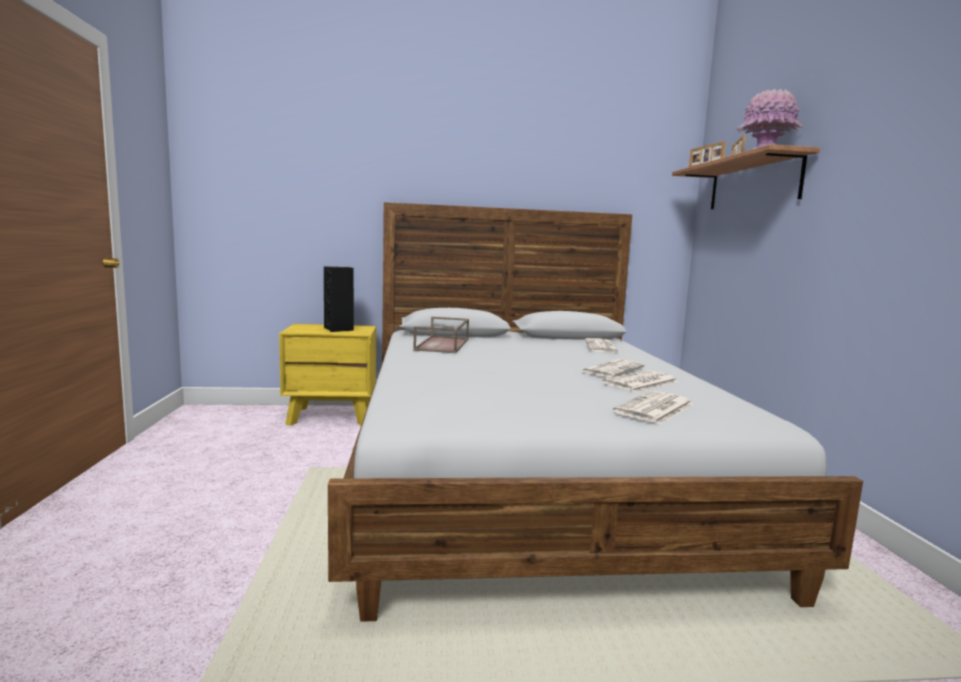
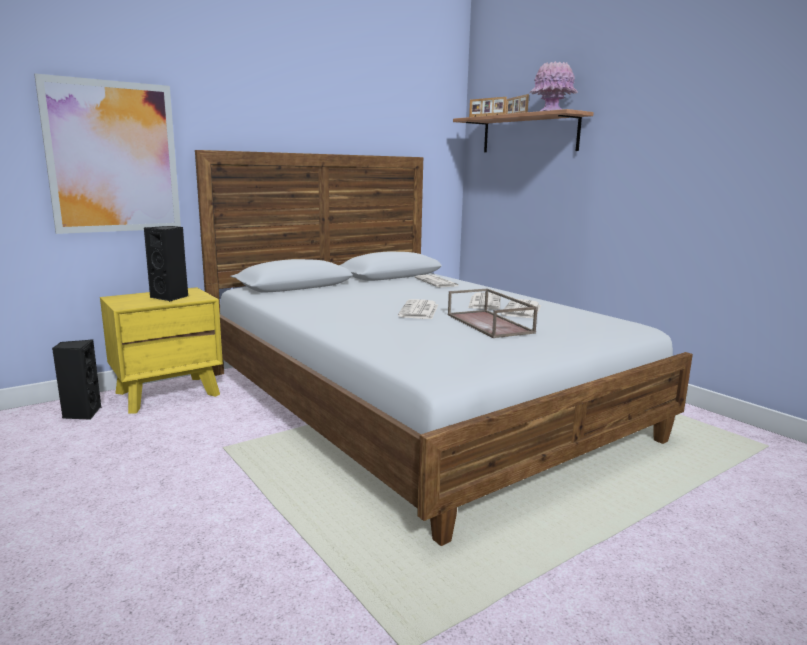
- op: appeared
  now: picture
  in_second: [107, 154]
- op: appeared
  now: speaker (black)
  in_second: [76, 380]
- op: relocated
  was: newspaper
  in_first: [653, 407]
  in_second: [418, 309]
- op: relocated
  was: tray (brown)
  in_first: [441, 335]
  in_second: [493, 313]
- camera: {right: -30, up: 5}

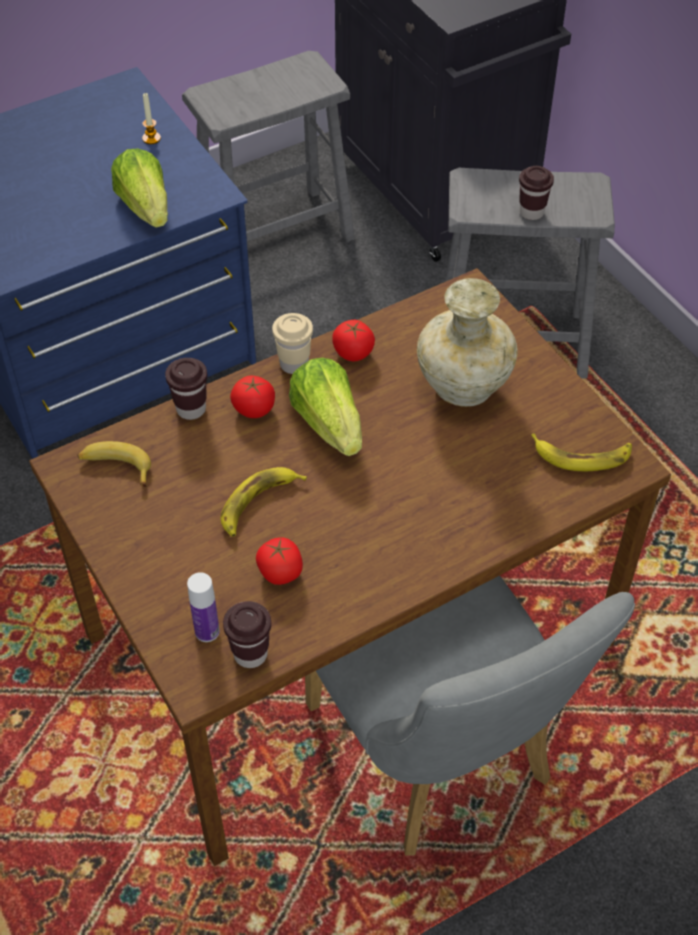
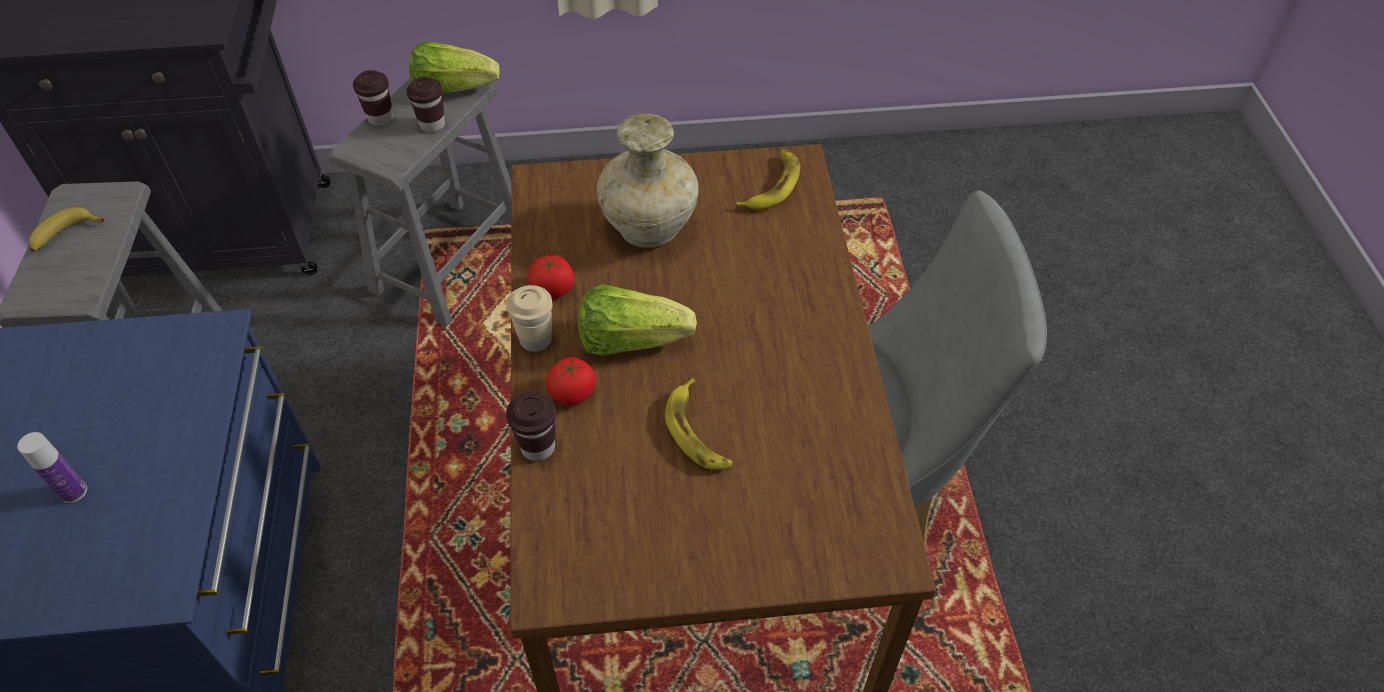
- op: relocated
  was: bottle
  in_first: [203, 607]
  in_second: [52, 467]
- op: relocated
  was: banana
  in_first: [114, 464]
  in_second: [67, 229]
- op: relocated
  was: cup (brown)
  in_first: [247, 634]
  in_second: [373, 98]
- op: relocated
  was: lettuce
  in_first: [139, 188]
  in_second: [454, 67]
- op: missing
  was: candle
  in_first: [151, 118]
- op: missing
  was: tomato
  in_first: [279, 561]
- camera: {right: -65, up: 0}

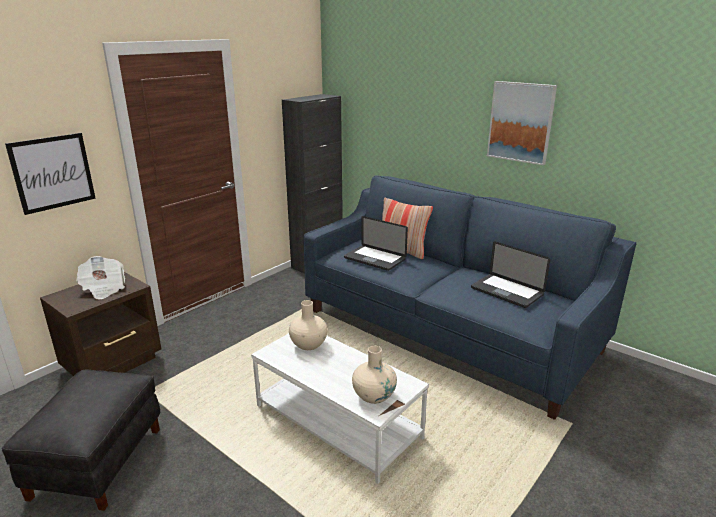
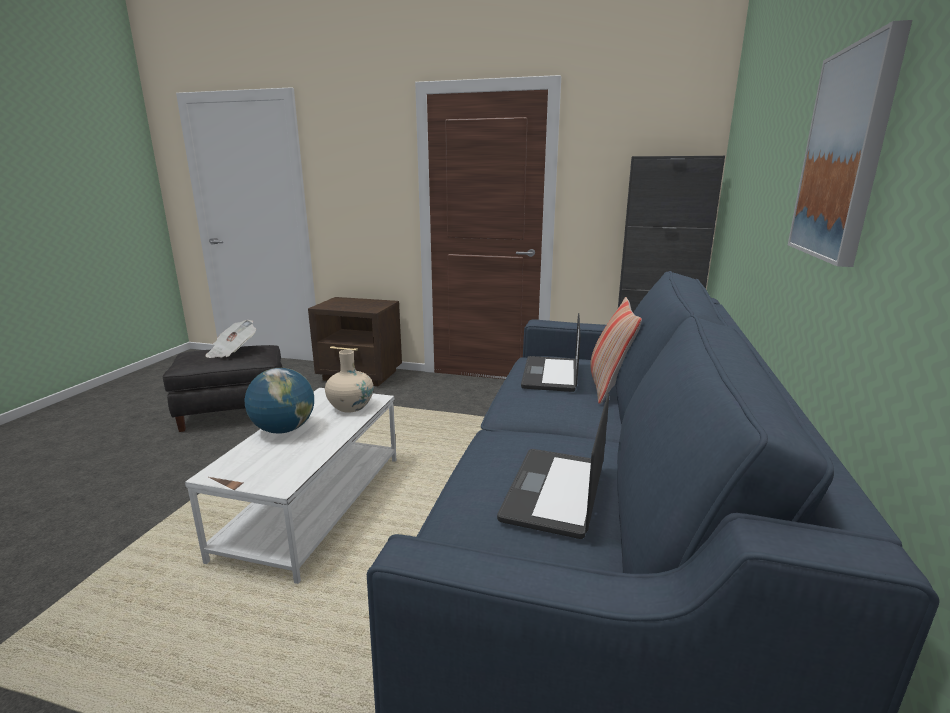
- op: relocated
  was: newspaper
  in_first: [100, 278]
  in_second: [230, 339]
- op: appeared
  now: globe
  in_second: [279, 400]
- op: missing
  was: picture
  in_first: [50, 174]
- op: missing
  was: vase (beige)
  in_first: [374, 375]
- camera: {right: 65, up: -5}

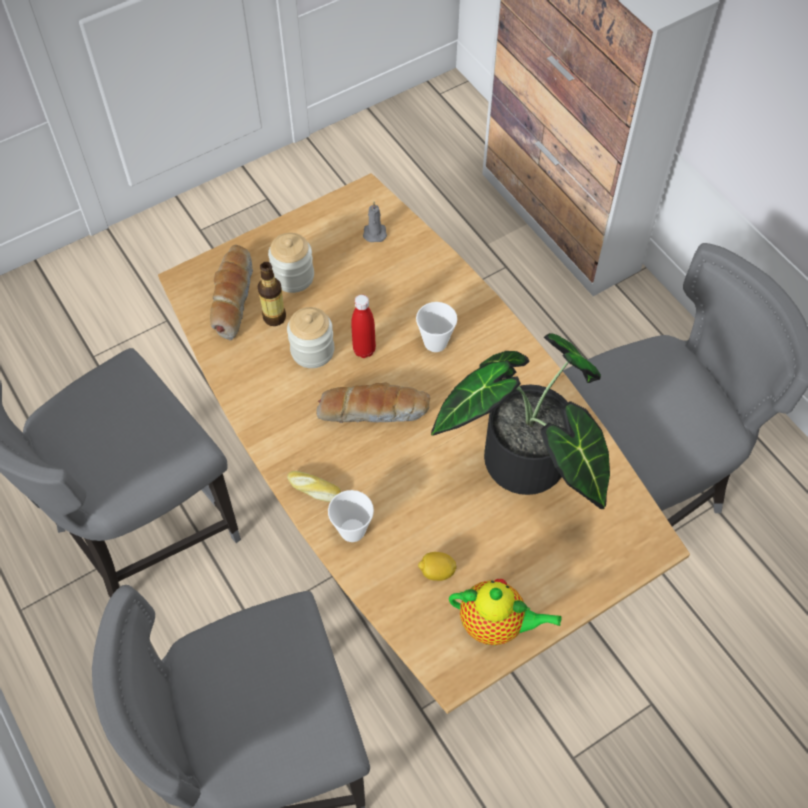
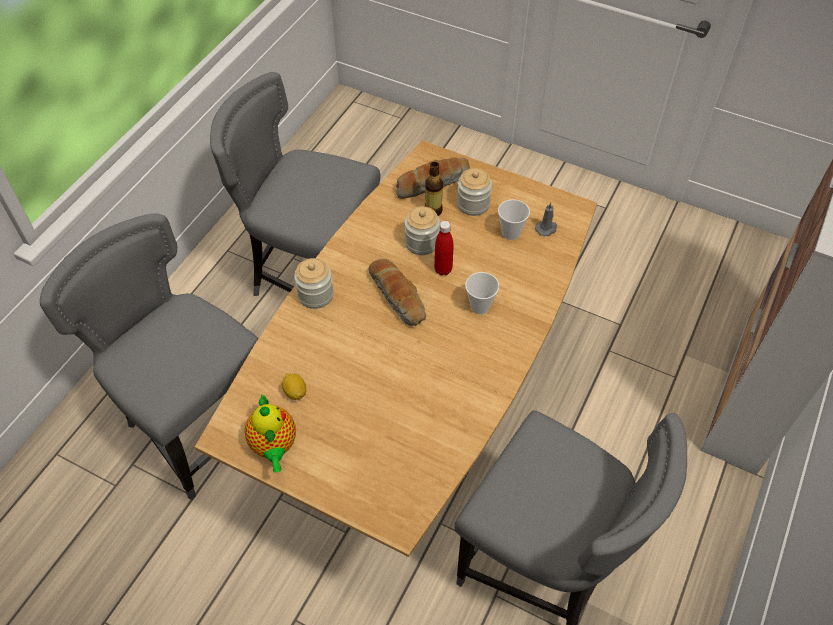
- op: exchanged
  was: bread
  now: jar
  in_first: [314, 486]
  in_second: [314, 283]
- op: relocated
  was: cup
  in_first: [351, 516]
  in_second: [514, 219]
- op: missing
  was: potted plant
  in_first: [520, 421]
- camera: {right: 60, up: -5}

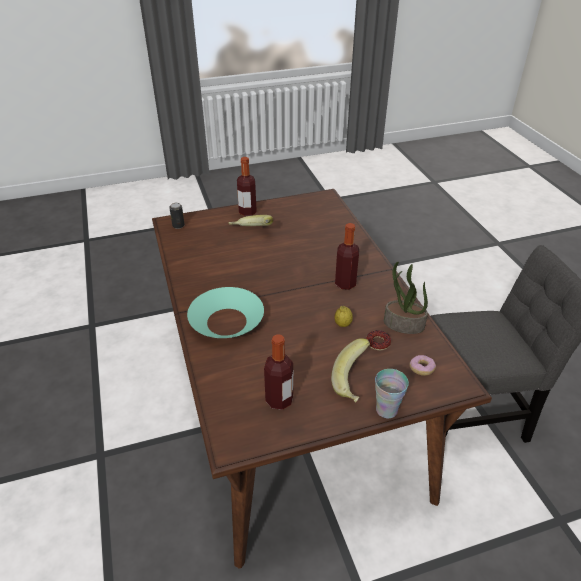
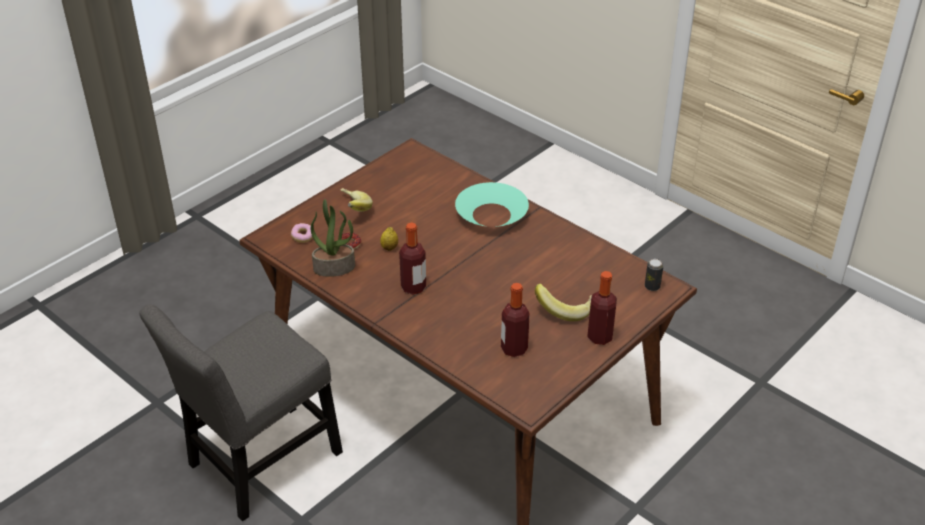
- op: relocated
  was: bottle
  in_first: [278, 372]
  in_second: [515, 320]
- op: missing
  was: cup
  in_first: [392, 393]
- camera: {right: 150, up: 0}

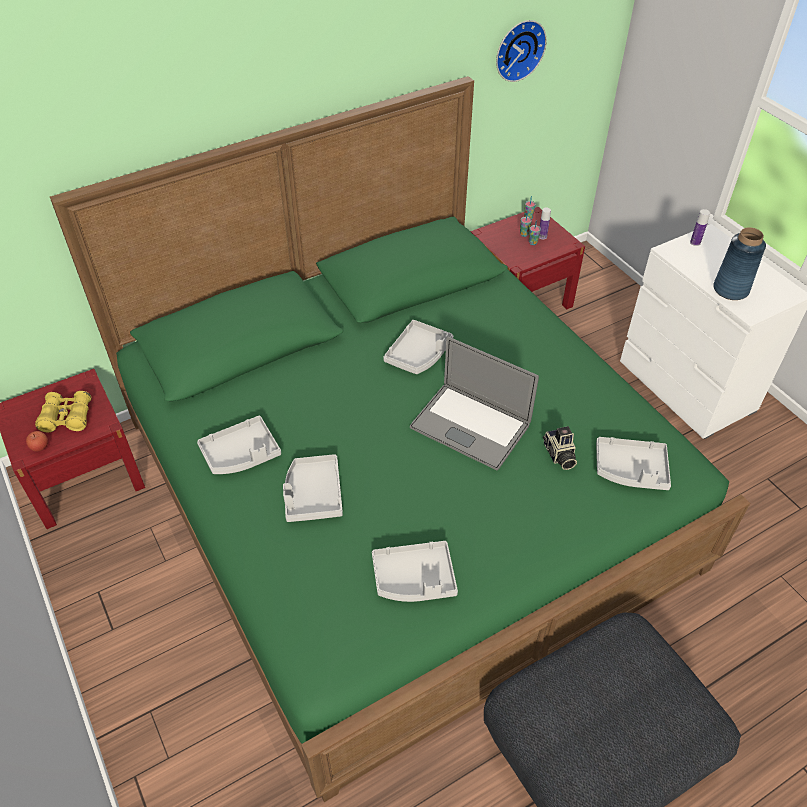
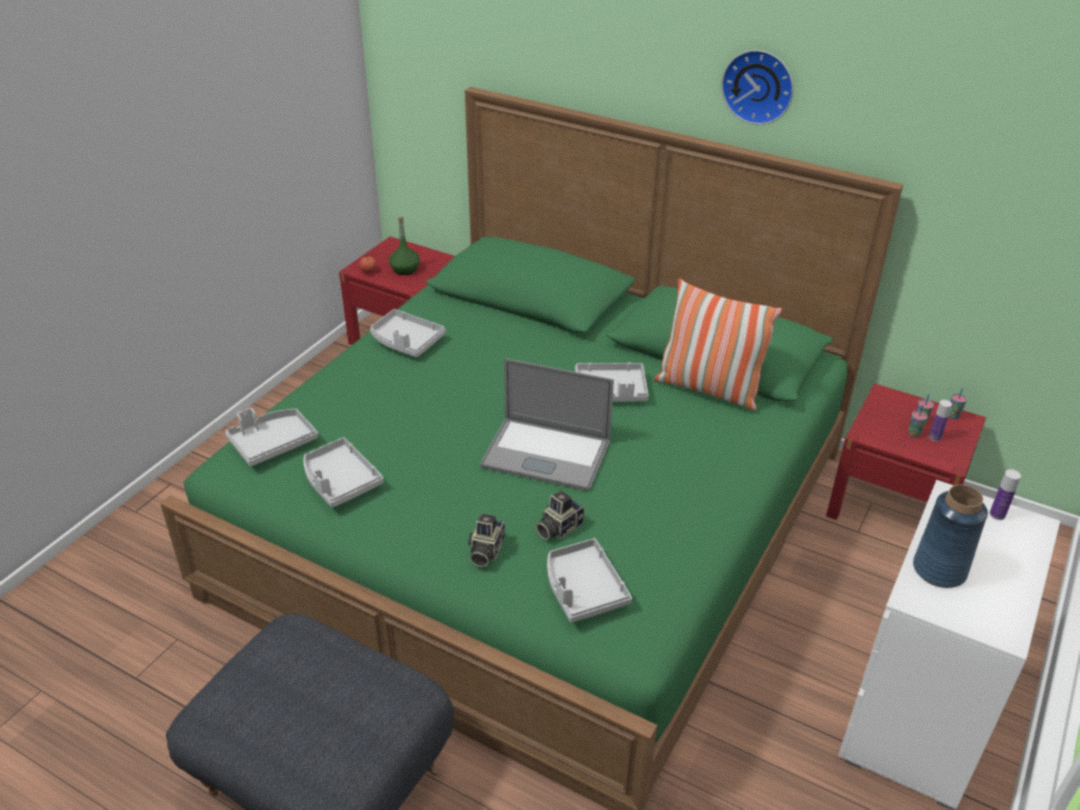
- op: relocated
  was: tray (grey)
  in_first: [313, 488]
  in_second: [271, 437]
- op: exchanged
  was: binoculars (yellow)
  now: bottle (green)
  in_first: [63, 412]
  in_second: [404, 246]
- op: appeared
  now: photo camera
  in_second: [486, 540]
- op: spun
  was: laptop
  in_first: [474, 403]
  in_second: [547, 424]
  clockwise: -75
- op: appeared
  now: pillow
  in_second: [718, 344]
- op: relocated
  was: wall clock
  in_first: [521, 51]
  in_second: [757, 87]
- camera: {right: 60, up: -10}

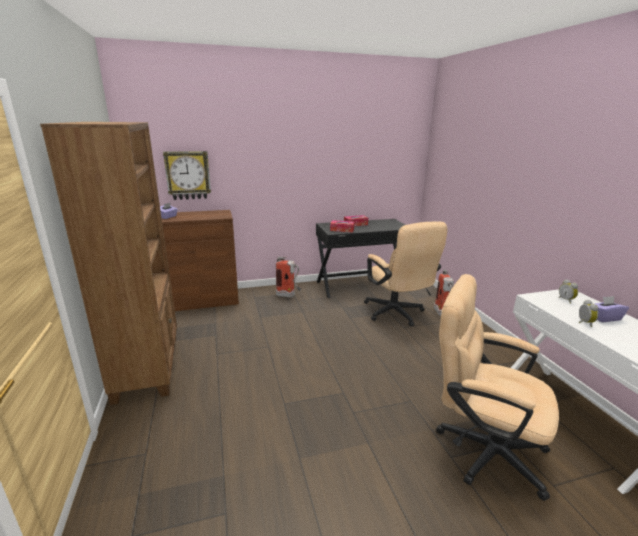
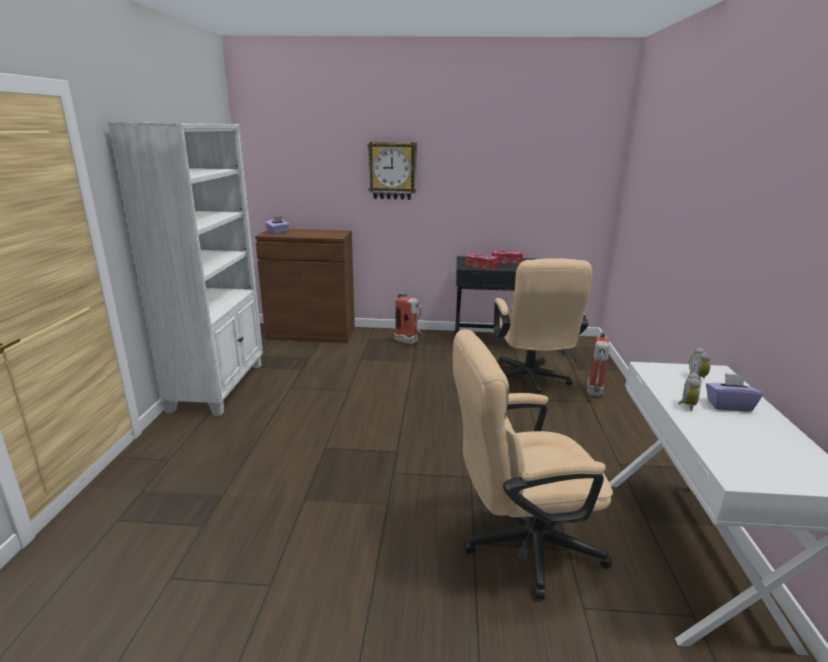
- op: colour
  was: bookcase (brown)
  now: bookcase (white)
  in_first: [108, 263]
  in_second: [185, 269]
- op: relocated
  was: wall clock
  in_first: [187, 175]
  in_second: [392, 171]
- op: spun
  was: office chair (beige)
  in_first: [497, 387]
  in_second: [533, 464]
  clockwise: -60
- camera: {right: 20, up: 0}

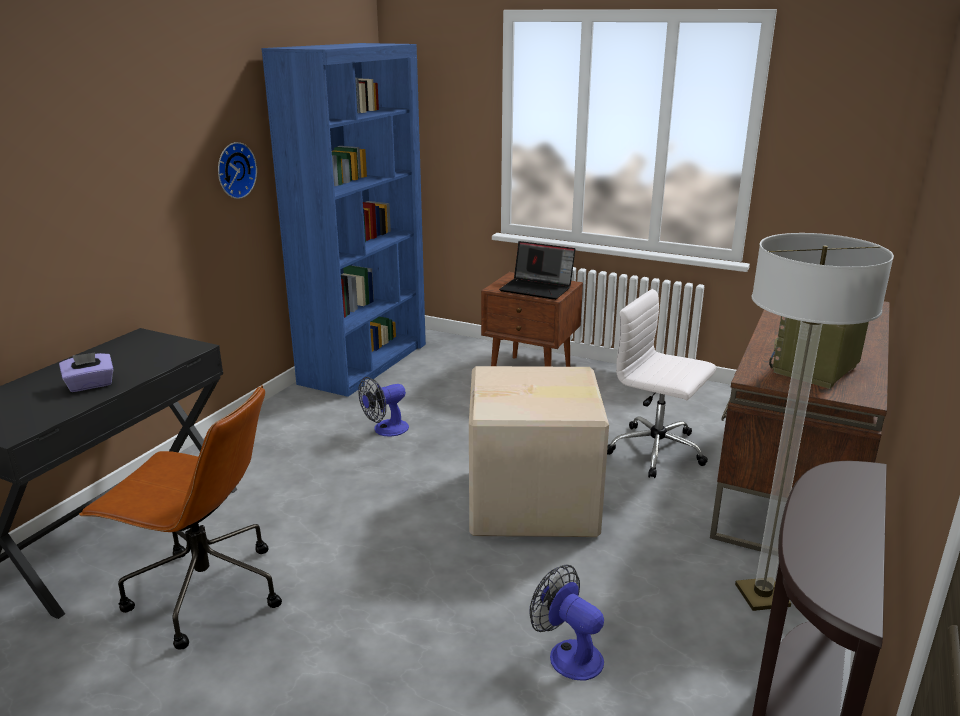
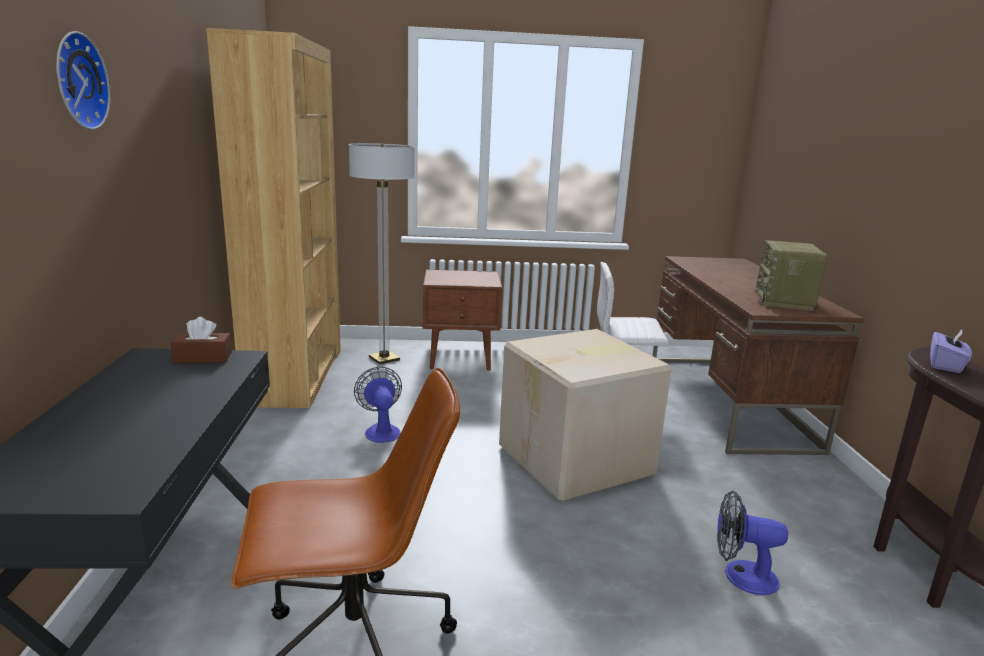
- op: relocated
  was: wall clock
  in_first: [237, 170]
  in_second: [83, 80]
- op: appeared
  now: tissue box (brown)
  in_second: [201, 340]
- op: colour
  was: bookcase (blue)
  now: bookcase (brown)
  in_first: [343, 220]
  in_second: [273, 218]
- op: relocated
  was: floor lamp
  in_first: [814, 422]
  in_second: [382, 253]
- op: spun
  was: fan
  in_first: [383, 407]
  in_second: [378, 405]
  clockwise: 135
- op: relocated
  was: tissue box (purple)
  in_first: [86, 372]
  in_second: [951, 350]
- op: missing
  was: laptop
  in_first: [537, 270]
- camera: {right: -30, up: -5}

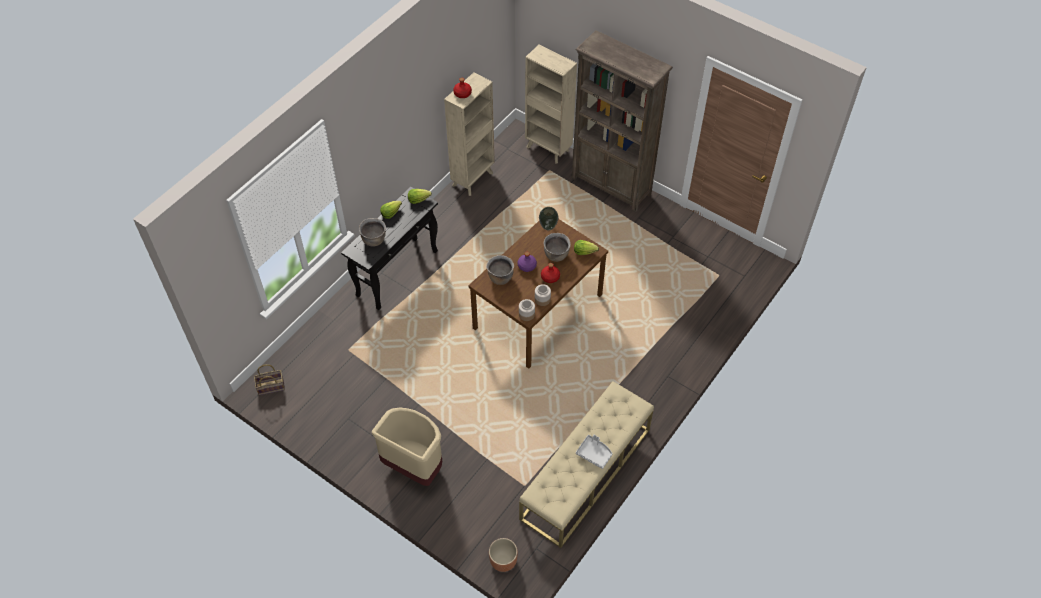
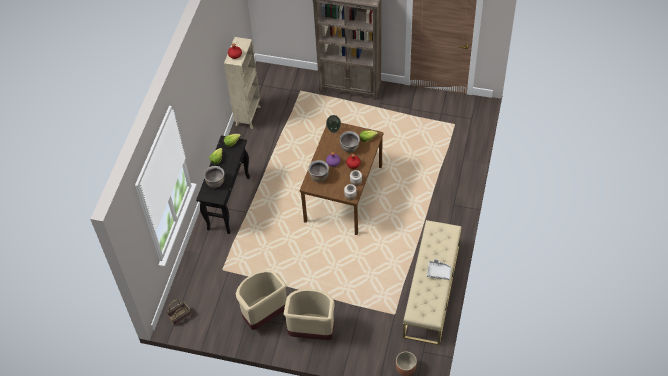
- op: appeared
  now: trash can (beige)
  in_second: [261, 300]
- op: missing
  was: bookcase (beige)
  in_first: [551, 104]
- camera: {right: -20, up: 0}

